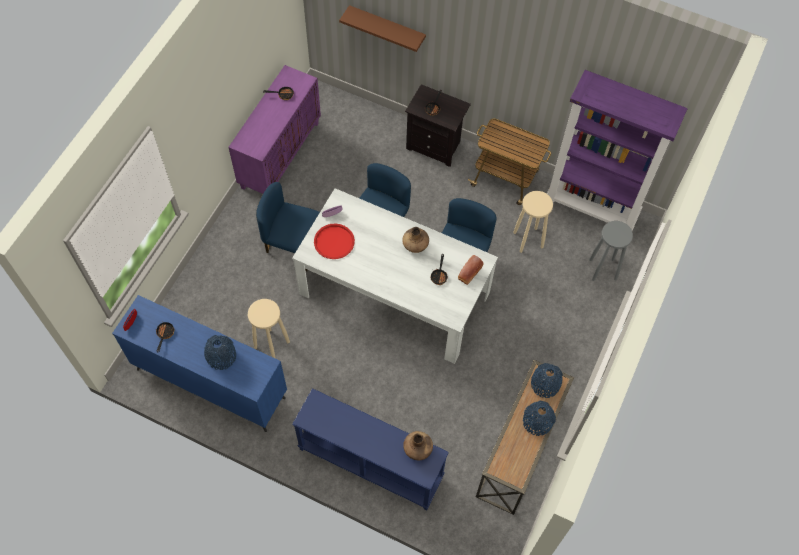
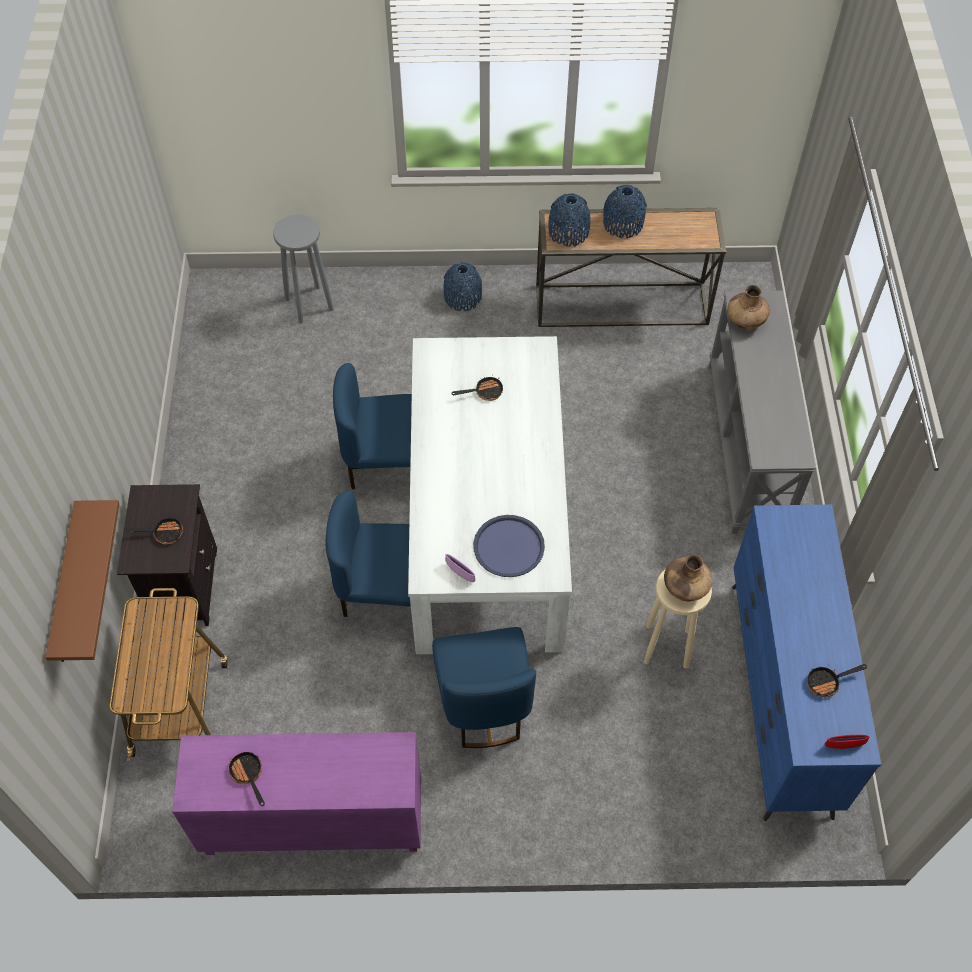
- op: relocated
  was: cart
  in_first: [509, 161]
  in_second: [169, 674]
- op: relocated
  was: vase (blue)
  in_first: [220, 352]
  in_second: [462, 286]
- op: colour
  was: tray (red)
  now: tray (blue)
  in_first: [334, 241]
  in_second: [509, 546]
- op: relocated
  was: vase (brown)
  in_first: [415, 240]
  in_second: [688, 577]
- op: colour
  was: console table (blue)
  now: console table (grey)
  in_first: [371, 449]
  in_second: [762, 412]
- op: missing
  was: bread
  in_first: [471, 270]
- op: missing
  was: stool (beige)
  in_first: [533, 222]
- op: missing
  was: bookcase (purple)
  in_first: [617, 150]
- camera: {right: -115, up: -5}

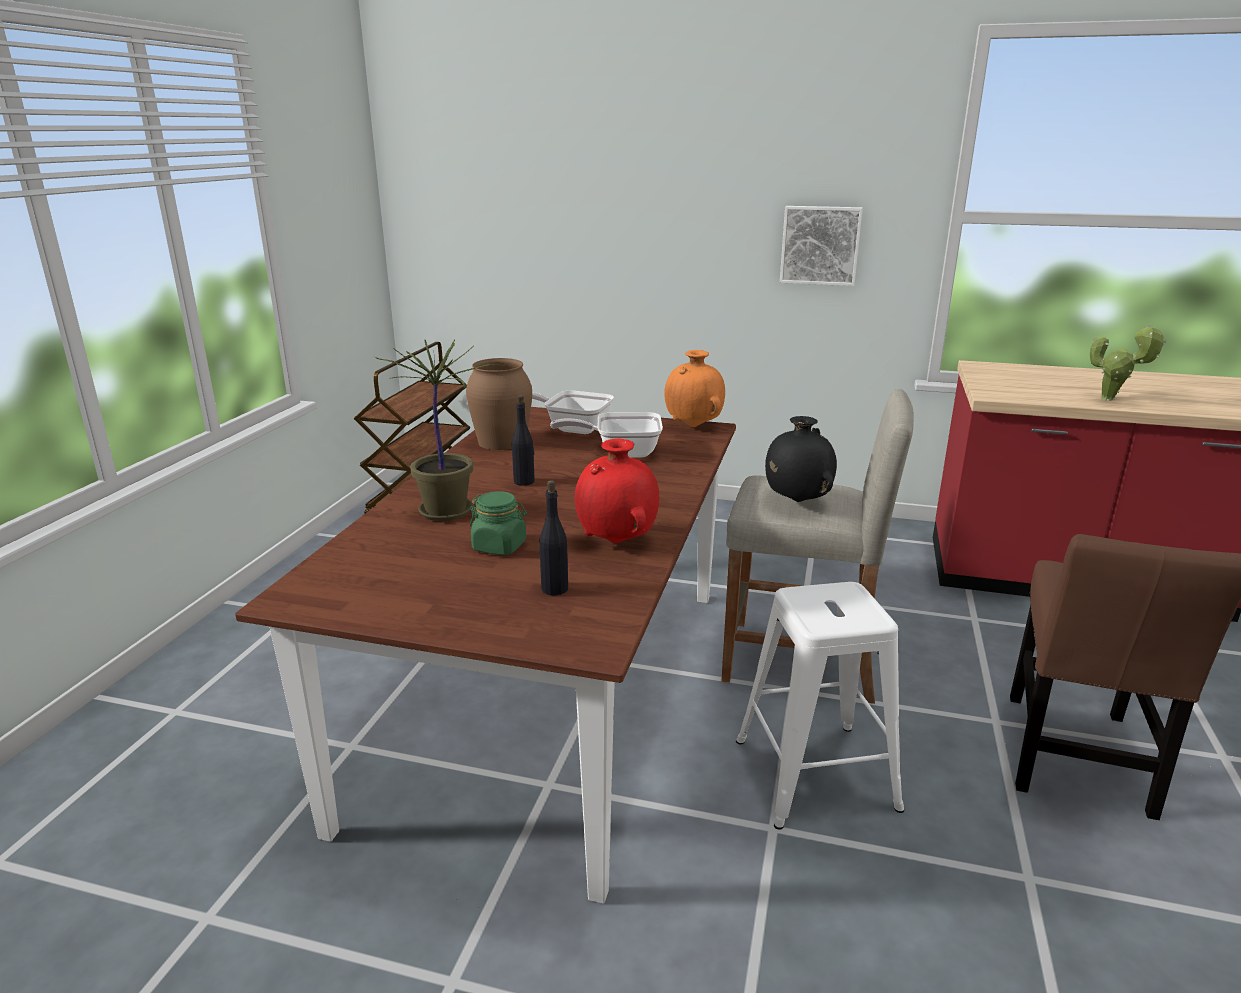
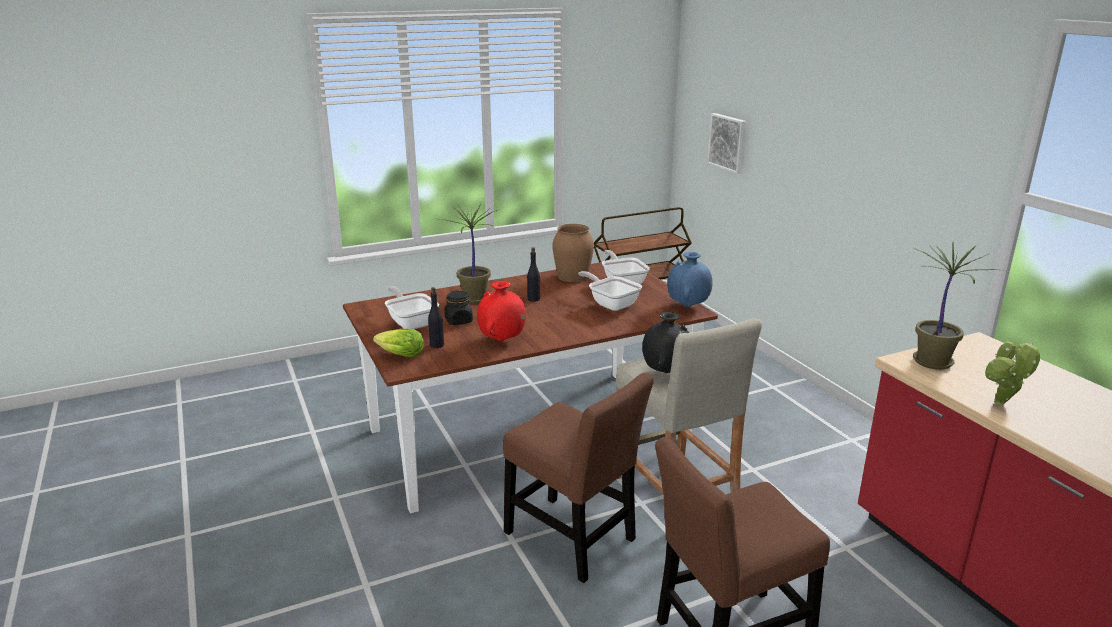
- op: appeared
  now: lettuce
  in_second: [398, 343]
- op: appeared
  now: frying pan
  in_second: [412, 307]
- op: colour
  was: jar (green)
  now: jar (black)
  in_first: [498, 523]
  in_second: [458, 307]
- op: exchanged
  was: stool (white)
  now: chair (brown)
  in_first: [820, 706]
  in_second: [578, 477]
- op: colour
  was: vase (orange)
  now: vase (blue)
  in_first: [694, 388]
  in_second: [689, 279]
- op: relocated
  was: picture
  in_first: [821, 246]
  in_second: [727, 143]
- op: appeared
  now: potted plant
  in_second: [960, 306]
- camera: {right: 50, up: 0}

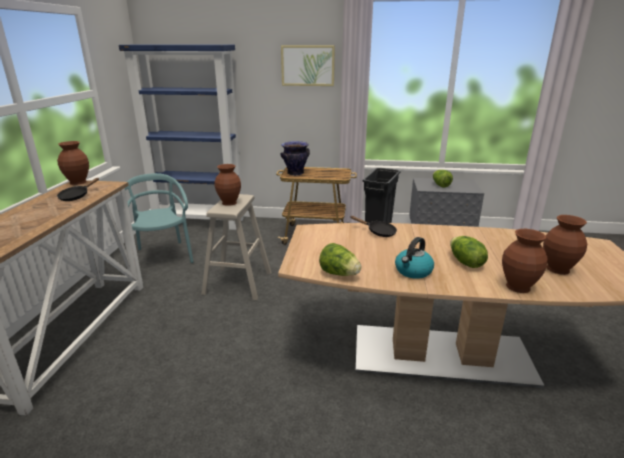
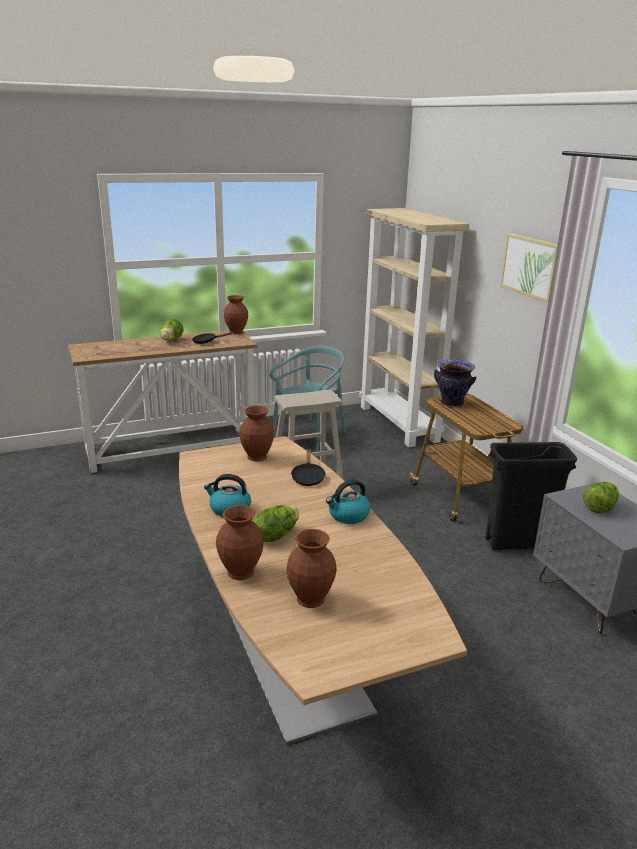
- op: relocated
  was: lettuce
  in_first: [340, 259]
  in_second: [172, 329]
- op: relocated
  was: vase (brown)
  in_first: [227, 185]
  in_second: [256, 433]
- op: appeared
  now: kettle
  in_second: [348, 501]
- op: colour
  was: bookcase (blue)
  now: bookcase (beige)
  in_first: [181, 137]
  in_second: [414, 327]
- camera: {right: 60, up: 0}

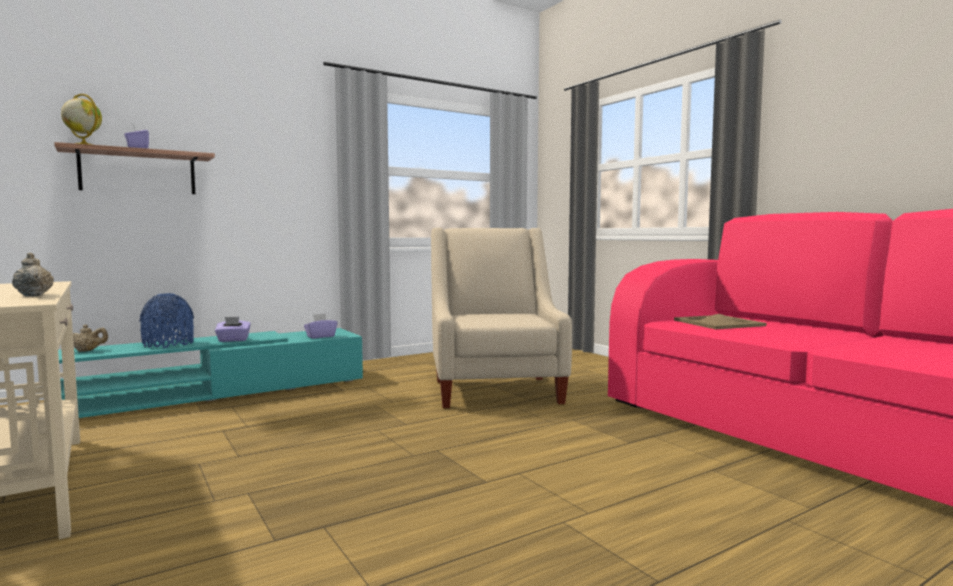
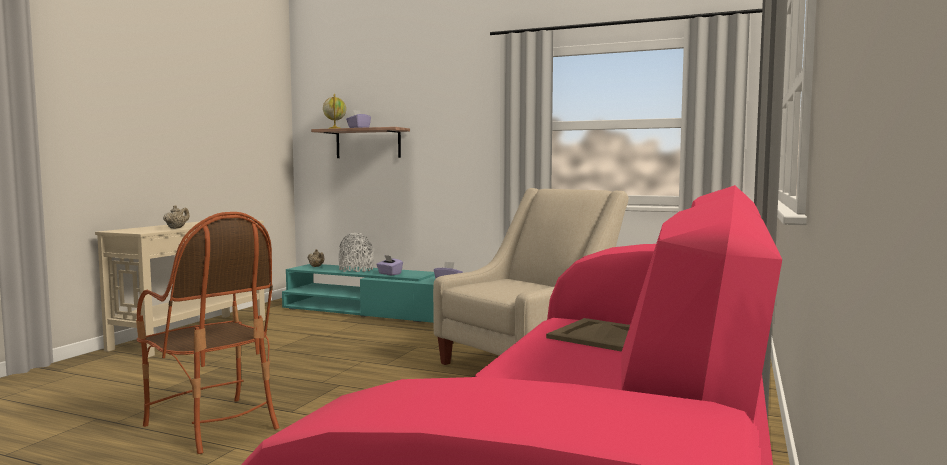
- op: appeared
  now: armchair
  in_second: [207, 333]
- op: colour
  was: vase (blue)
  now: vase (grey)
  in_first: [166, 320]
  in_second: [356, 252]
- camera: {right: 55, up: 0}

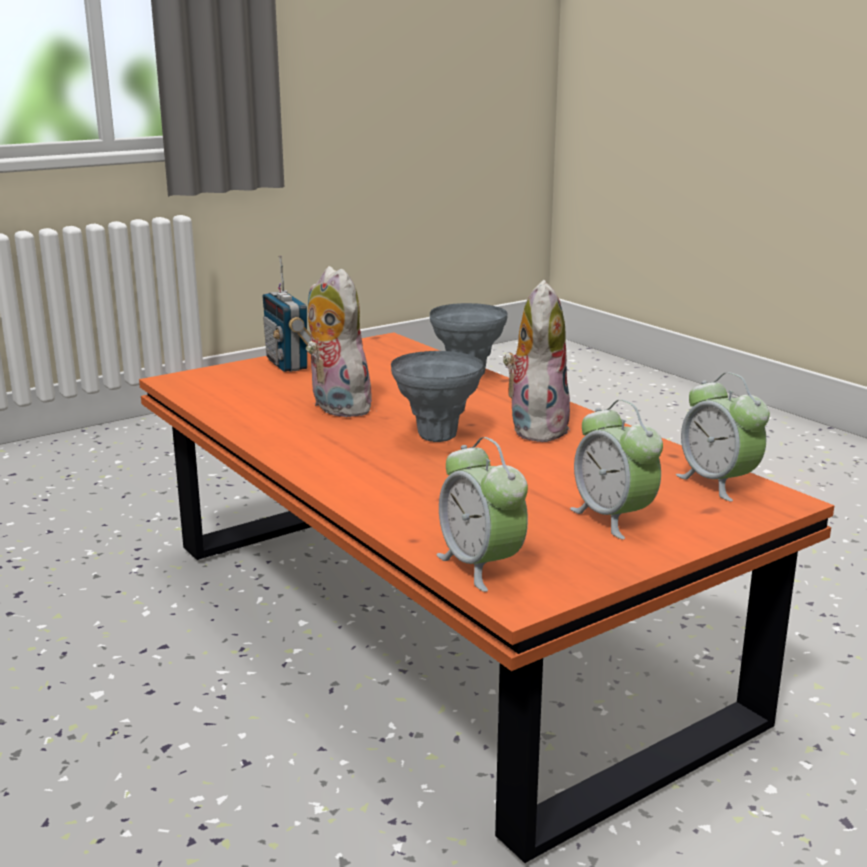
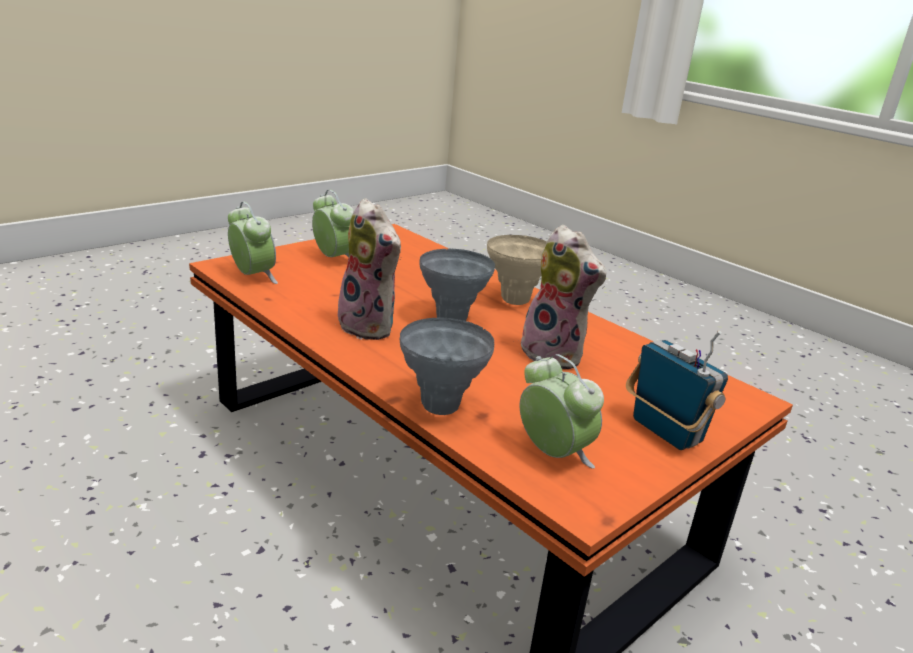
- op: spun
  was: plush toy
  in_first: [536, 361]
  in_second: [367, 269]
  clockwise: -45
- op: appeared
  now: vase (beige)
  in_second: [517, 270]
- op: relocated
  was: alarm clock
  in_first: [482, 514]
  in_second: [562, 411]
- camera: {right: 170, up: 5}

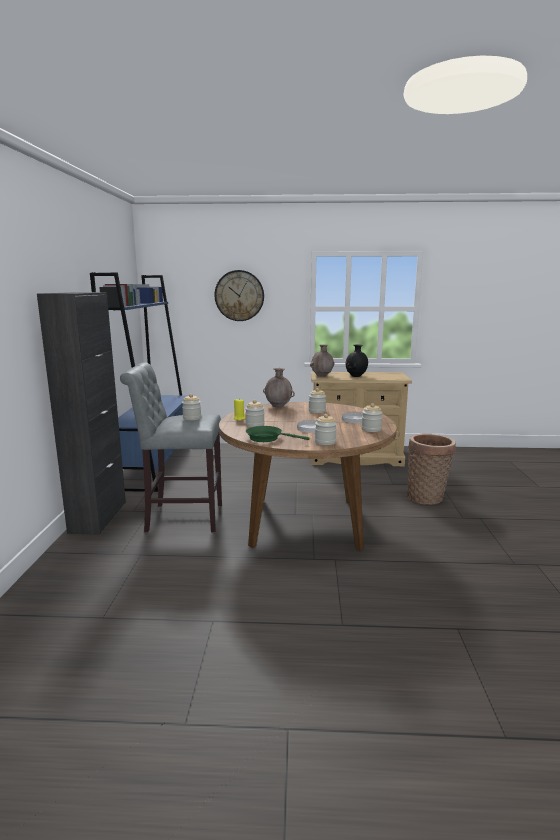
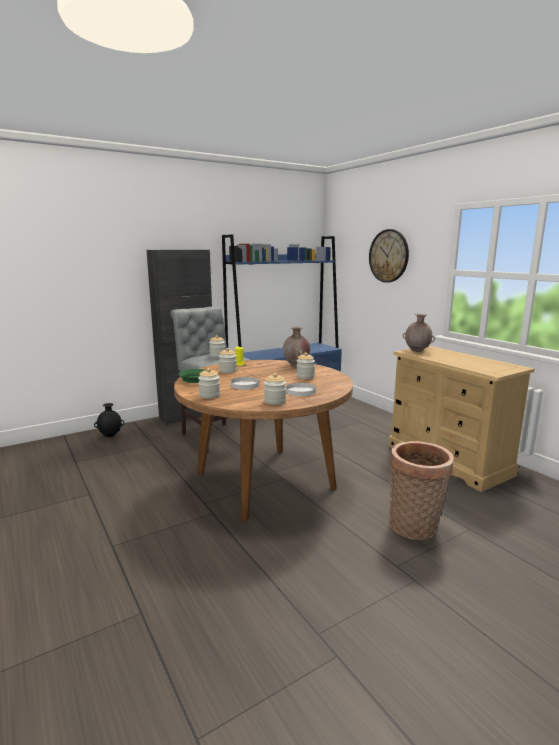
- op: relocated
  was: vase (black)
  in_first: [357, 360]
  in_second: [109, 420]
- camera: {right: 55, up: 0}

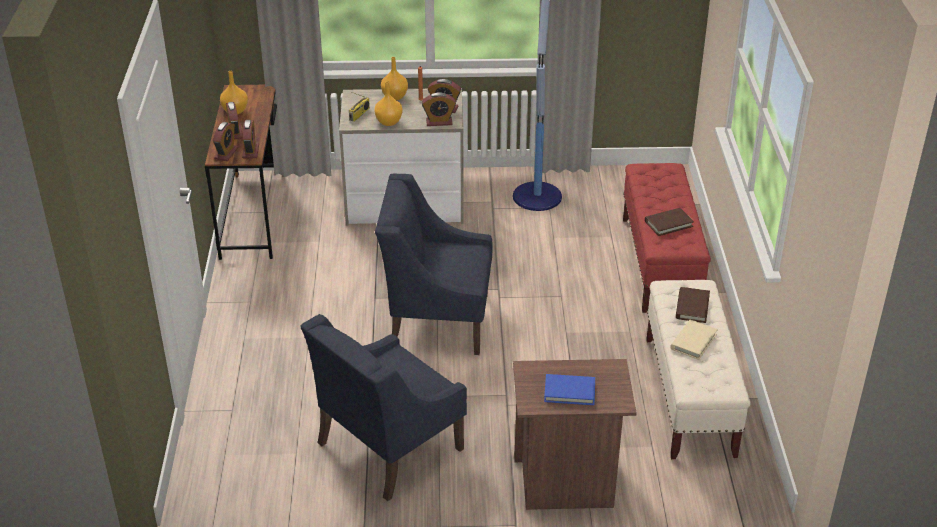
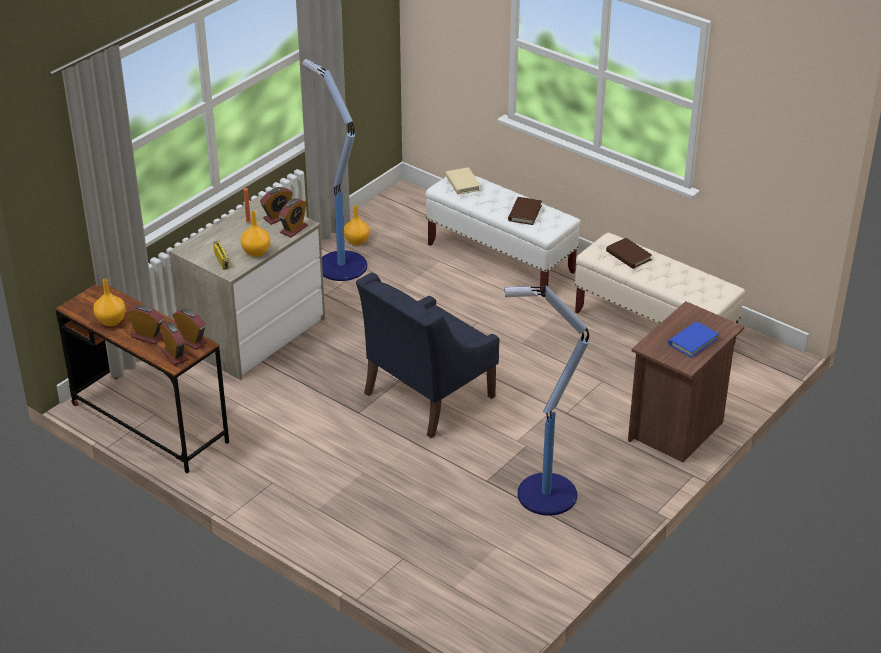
- op: relocated
  was: vase (orange)
  in_first: [394, 78]
  in_second: [357, 225]
- op: colour
  was: bench (red)
  now: bench (white)
  in_first: [667, 238]
  in_second: [503, 236]
- op: relocated
  was: book (beige)
  in_first: [694, 339]
  in_second: [463, 180]
- op: exchanged
  was: armchair (blue)
  now: floor lamp
  in_first: [384, 407]
  in_second: [546, 400]
- camera: {right: -50, up: 0}

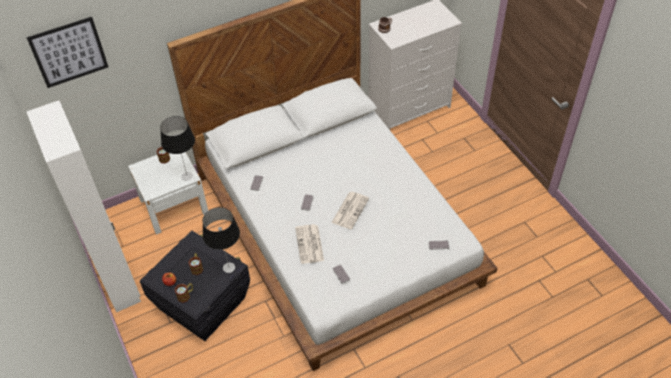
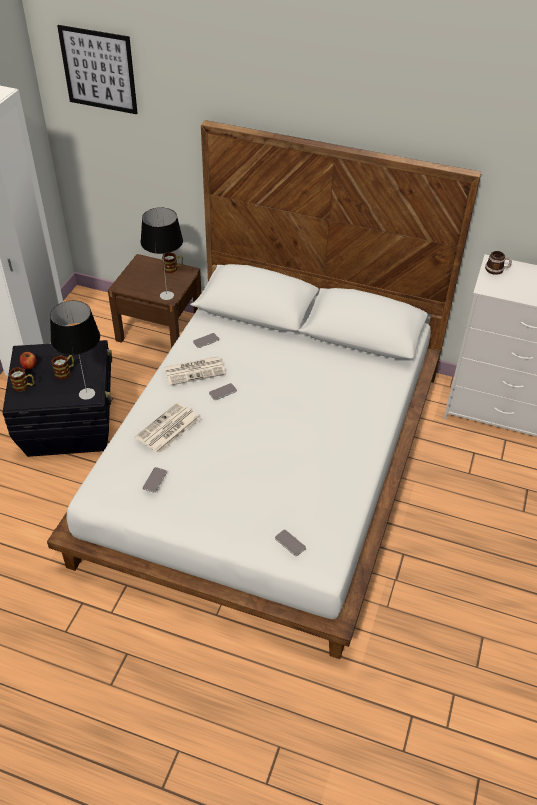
- op: colour
  was: nightstand (white)
  now: nightstand (brown)
  in_first: [168, 193]
  in_second: [155, 301]
- op: relocated
  was: newspaper
  in_first: [350, 210]
  in_second: [195, 371]
- camera: {right: 45, up: -5}

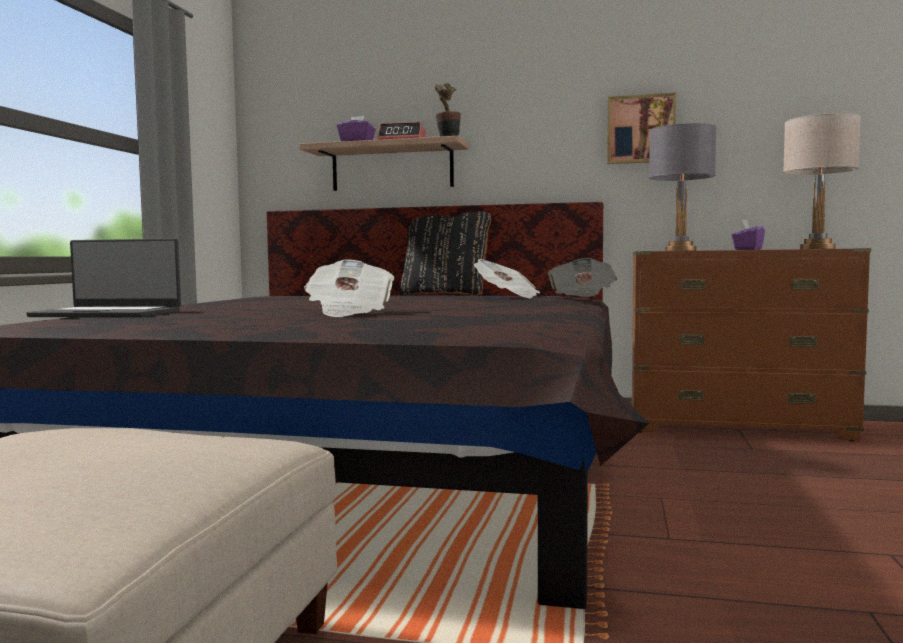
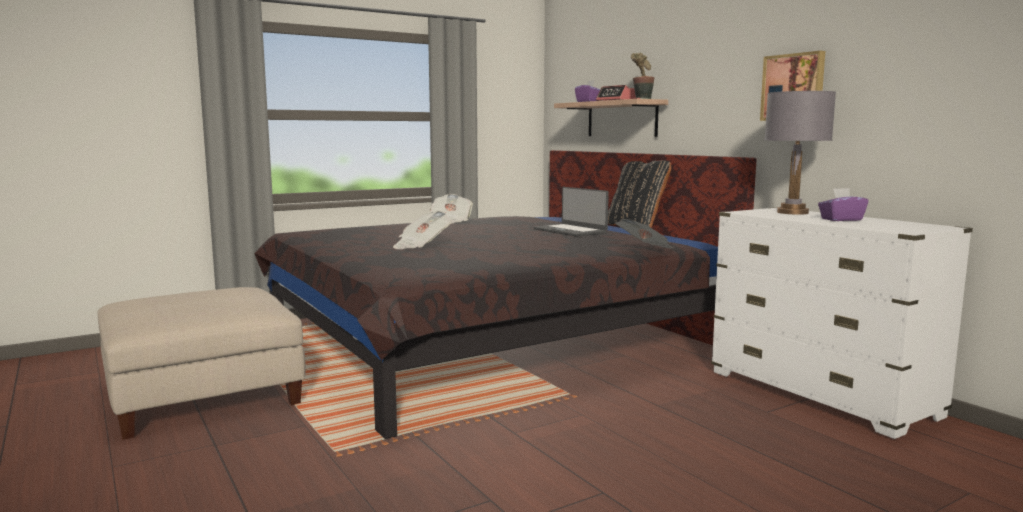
- op: relocated
  was: newspaper
  in_first: [507, 279]
  in_second: [451, 209]
- op: relocated
  was: laptop
  in_first: [104, 277]
  in_second: [571, 212]
- op: colour
  was: dresser (brown)
  now: dresser (white)
  in_first: [751, 344]
  in_second: [842, 323]
- op: missing
  was: table lamp (beige)
  in_first: [822, 181]
- camera: {right: 45, up: 5}

